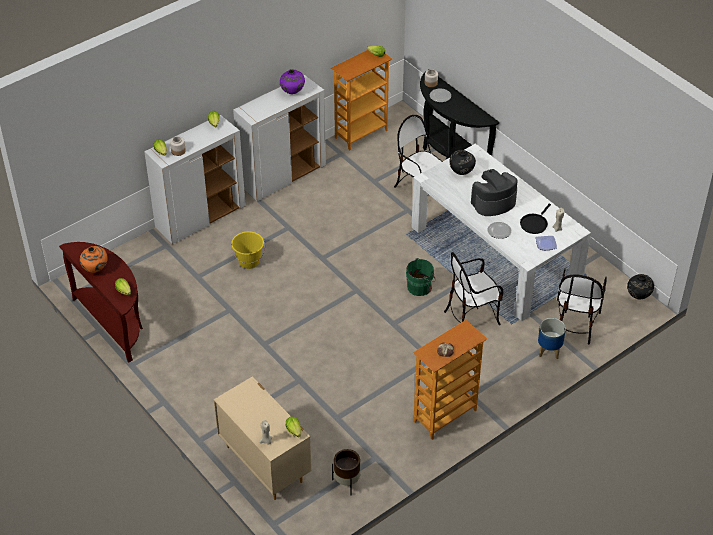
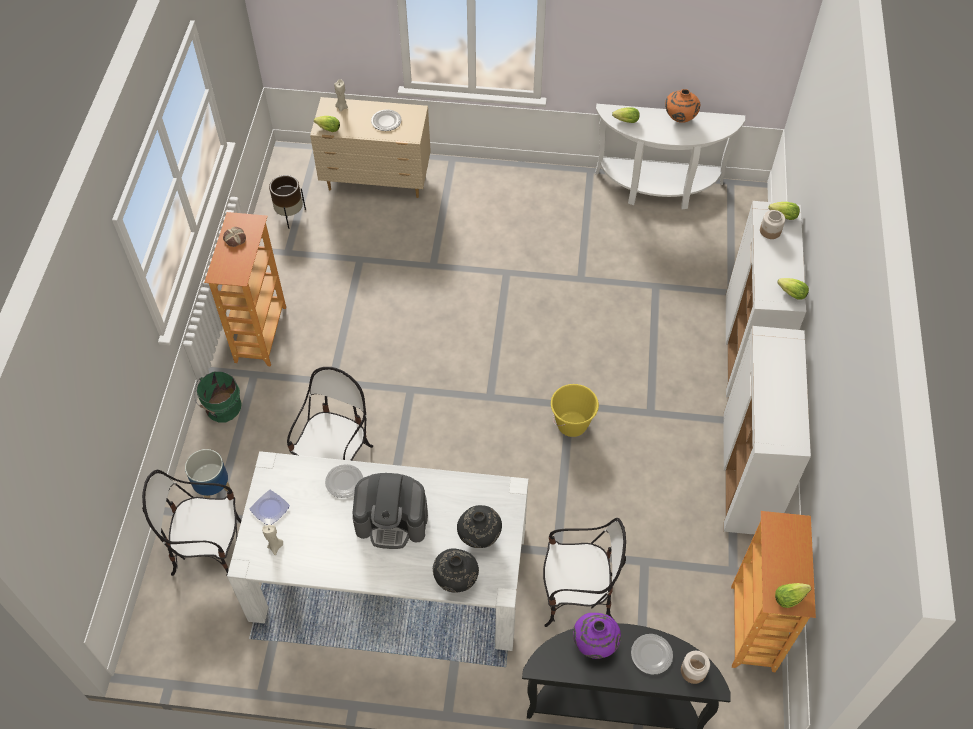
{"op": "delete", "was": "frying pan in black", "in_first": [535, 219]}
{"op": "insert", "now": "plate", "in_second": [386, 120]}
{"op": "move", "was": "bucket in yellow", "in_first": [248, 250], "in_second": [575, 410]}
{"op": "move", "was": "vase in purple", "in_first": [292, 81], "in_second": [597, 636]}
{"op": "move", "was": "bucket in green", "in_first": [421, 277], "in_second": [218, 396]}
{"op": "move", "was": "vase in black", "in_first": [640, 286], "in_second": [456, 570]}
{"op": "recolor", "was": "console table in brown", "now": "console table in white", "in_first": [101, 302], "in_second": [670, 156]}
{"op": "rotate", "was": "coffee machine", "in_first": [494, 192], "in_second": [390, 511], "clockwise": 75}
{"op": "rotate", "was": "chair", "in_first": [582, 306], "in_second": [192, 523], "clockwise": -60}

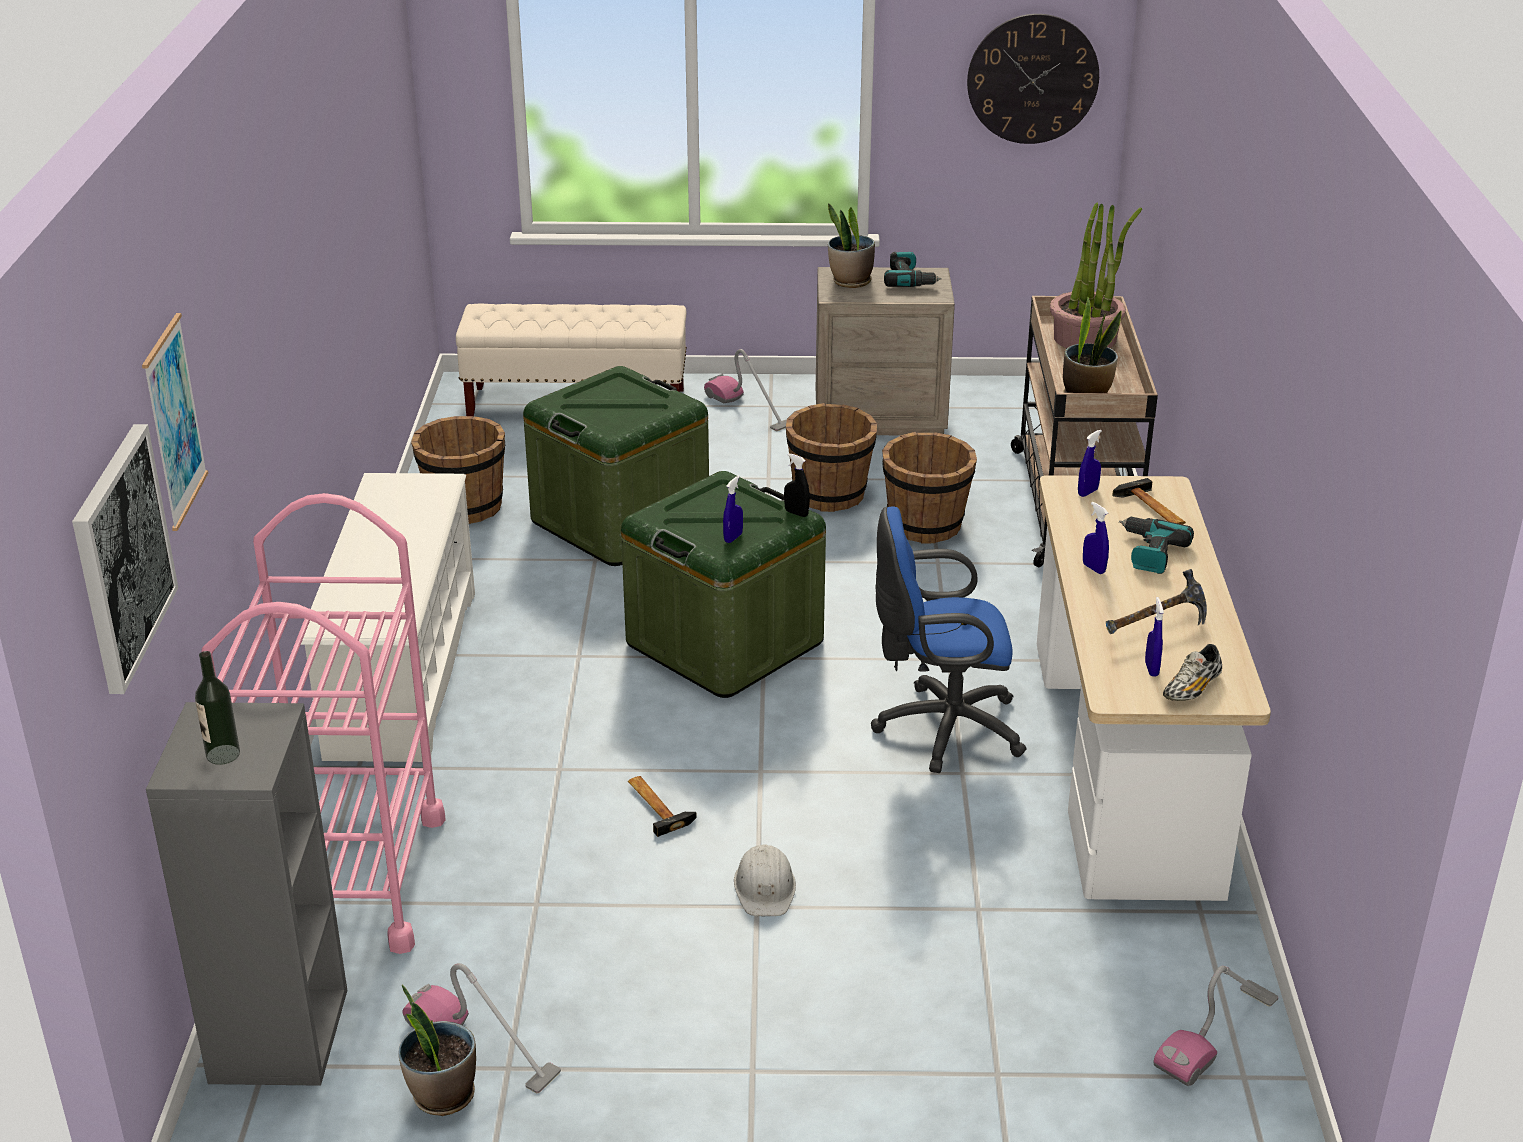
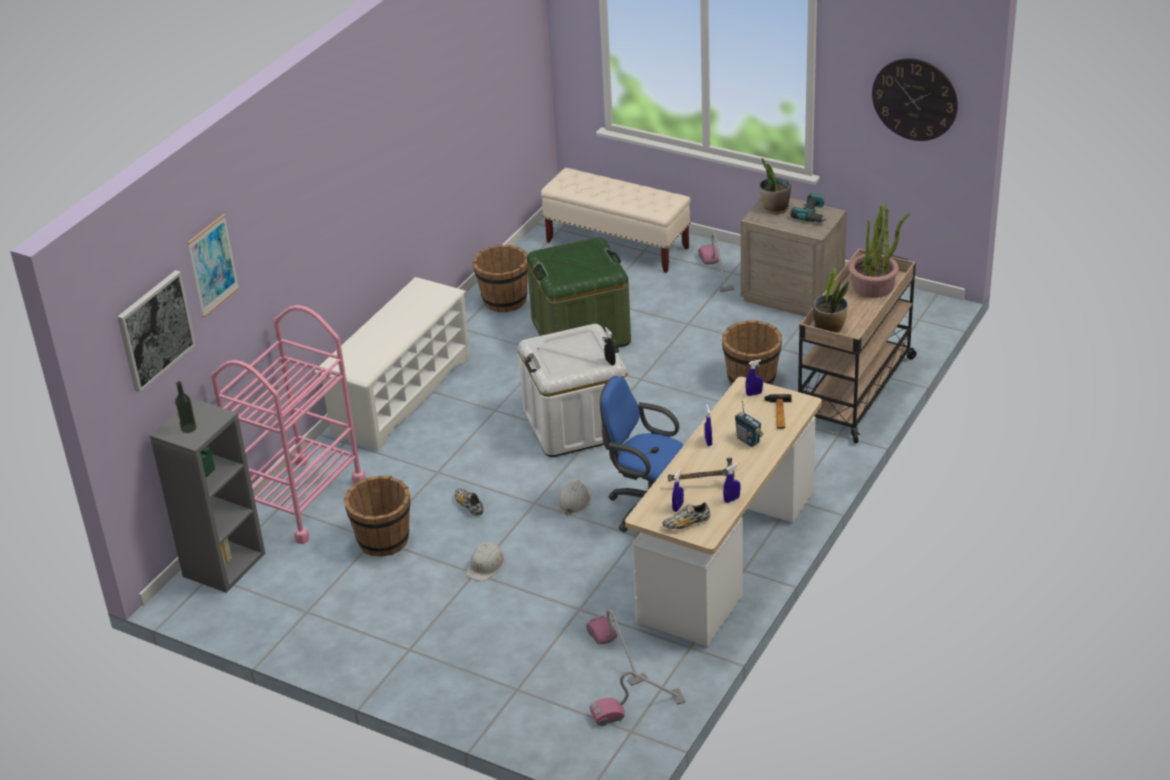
{"op": "delete", "was": "potted plant", "in_first": [437, 1050]}
{"op": "insert", "now": "hard hat in white", "in_second": [574, 498]}
{"op": "move", "was": "vacuum cleaner", "in_first": [482, 1028], "in_second": [617, 647]}
{"op": "move", "was": "spray bottle in blue", "in_first": [733, 509], "in_second": [731, 483]}
{"op": "move", "was": "bucket in brown", "in_first": [831, 457], "in_second": [377, 516]}
{"op": "replace", "was": "hammer", "now": "shoe", "in_first": [662, 806], "in_second": [469, 502]}
{"op": "replace", "was": "power drill", "now": "radio", "in_first": [1156, 545], "in_second": [749, 423]}
{"op": "recolor", "was": "storage box in green", "now": "storage box in white", "in_first": [723, 584], "in_second": [574, 390]}

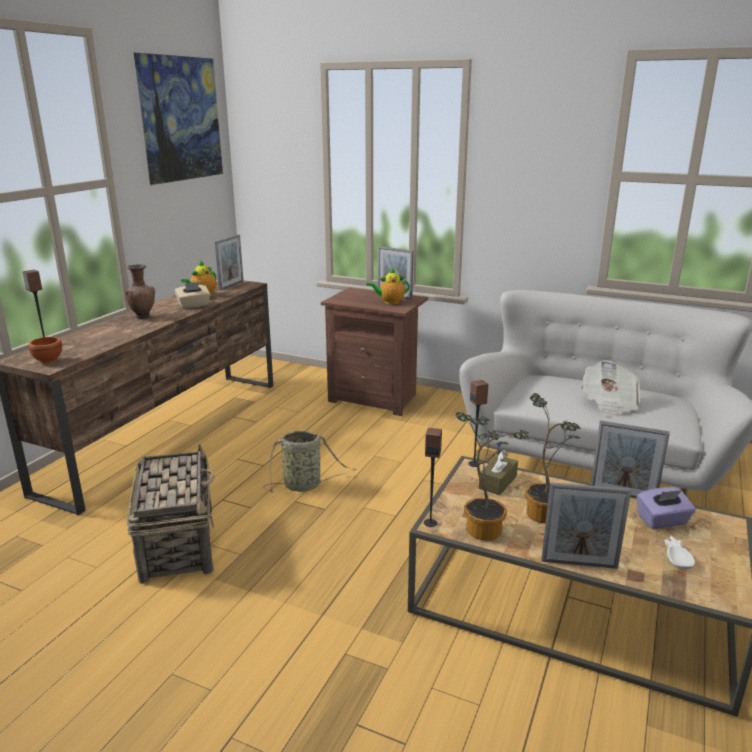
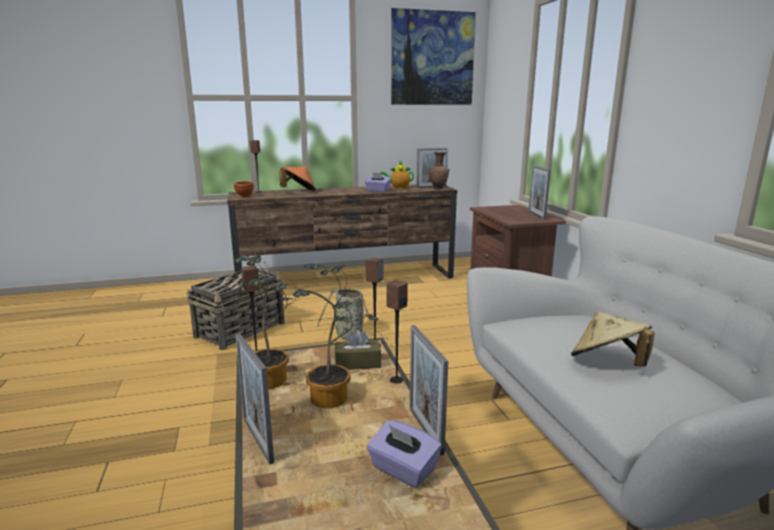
{"op": "delete", "was": "teapot", "in_first": [388, 286]}
{"op": "delete", "was": "bowl in white", "in_first": [679, 552]}
{"op": "insert", "now": "hat in orange", "in_second": [298, 178]}
{"op": "insert", "now": "speaker", "in_second": [397, 332]}
{"op": "move", "was": "vase in brown", "in_first": [140, 291], "in_second": [439, 171]}
{"op": "replace", "was": "newspaper", "now": "hat in beige", "in_first": [610, 388], "in_second": [613, 339]}
{"op": "recolor", "was": "tissue box in beige", "now": "tissue box in purple", "in_first": [192, 295], "in_second": [378, 182]}

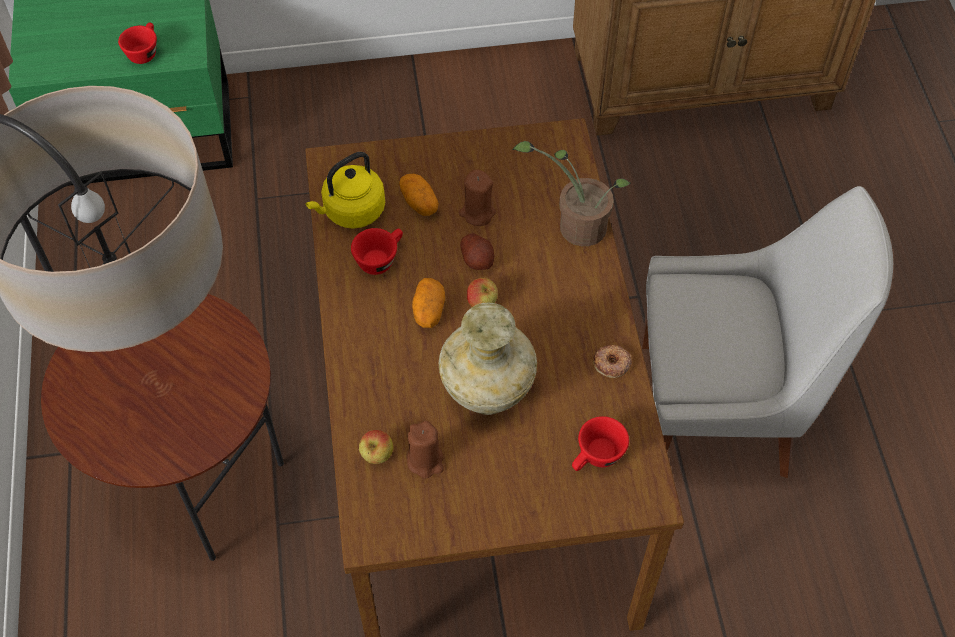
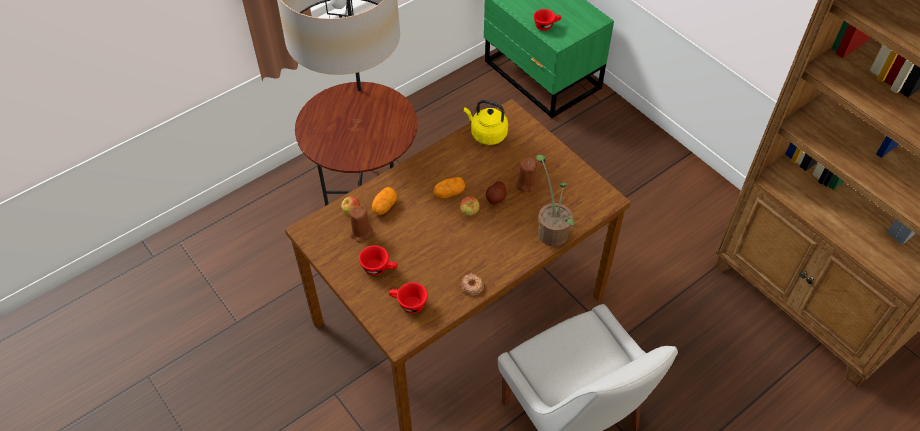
{"op": "delete", "was": "vase in beige", "in_first": [488, 359]}
{"op": "move", "was": "cup in red", "in_first": [377, 251], "in_second": [378, 260]}
{"op": "move", "was": "potato", "in_first": [419, 195], "in_second": [384, 201]}

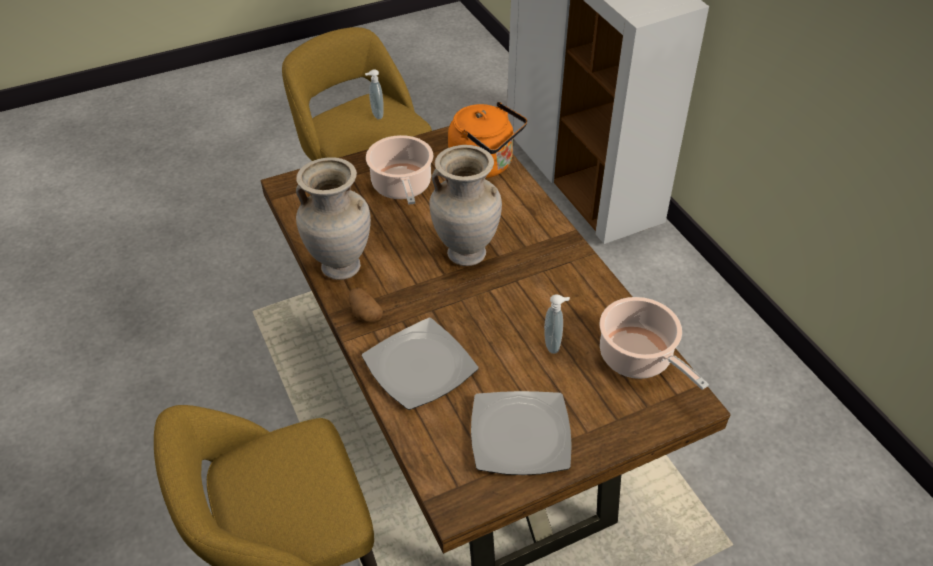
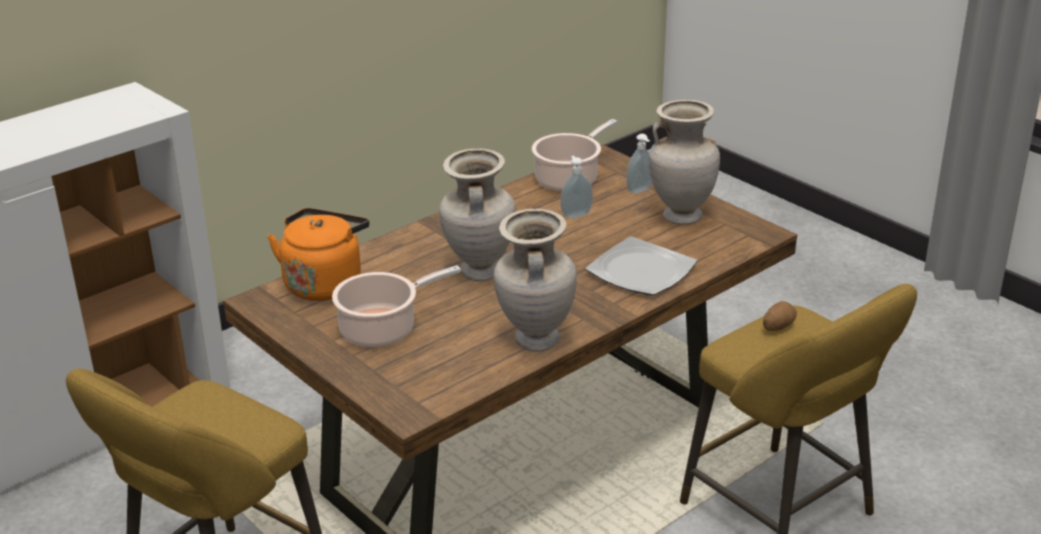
{"op": "move", "was": "potato", "in_first": [366, 305], "in_second": [780, 316]}
{"op": "move", "was": "soap dispenser", "in_first": [374, 94], "in_second": [639, 164]}
{"op": "replace", "was": "plate", "now": "vase in beige", "in_first": [521, 433], "in_second": [684, 162]}

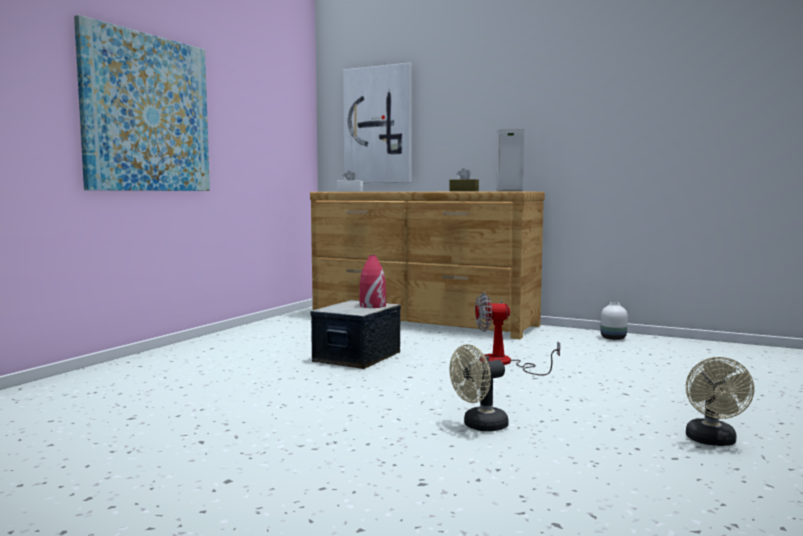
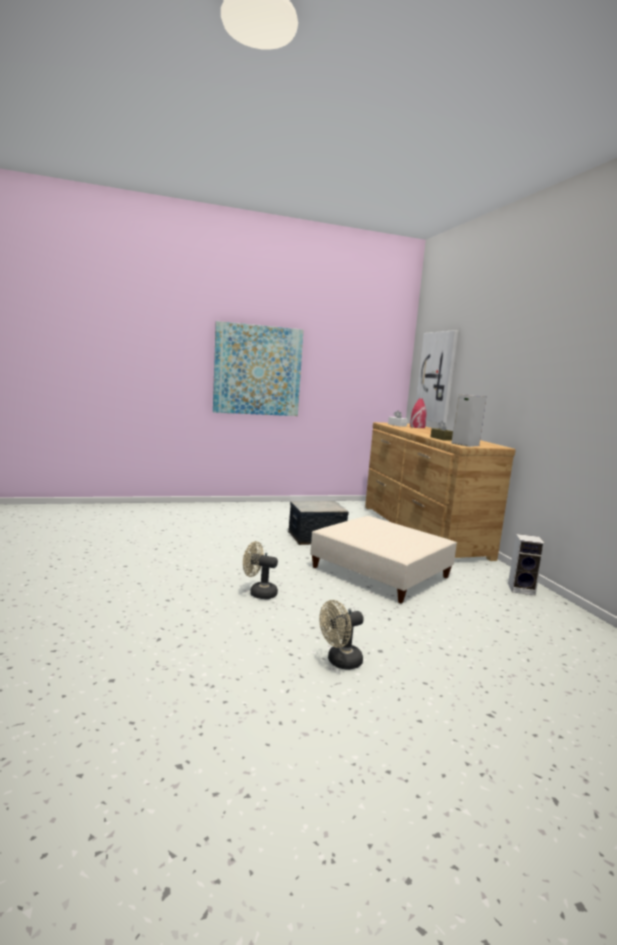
{"op": "move", "was": "vase in red", "in_first": [372, 281], "in_second": [418, 413]}
{"op": "replace", "was": "fan", "now": "ottoman in beige", "in_first": [517, 333], "in_second": [383, 559]}
{"op": "replace", "was": "vase in white", "now": "speaker", "in_first": [614, 321], "in_second": [526, 565]}

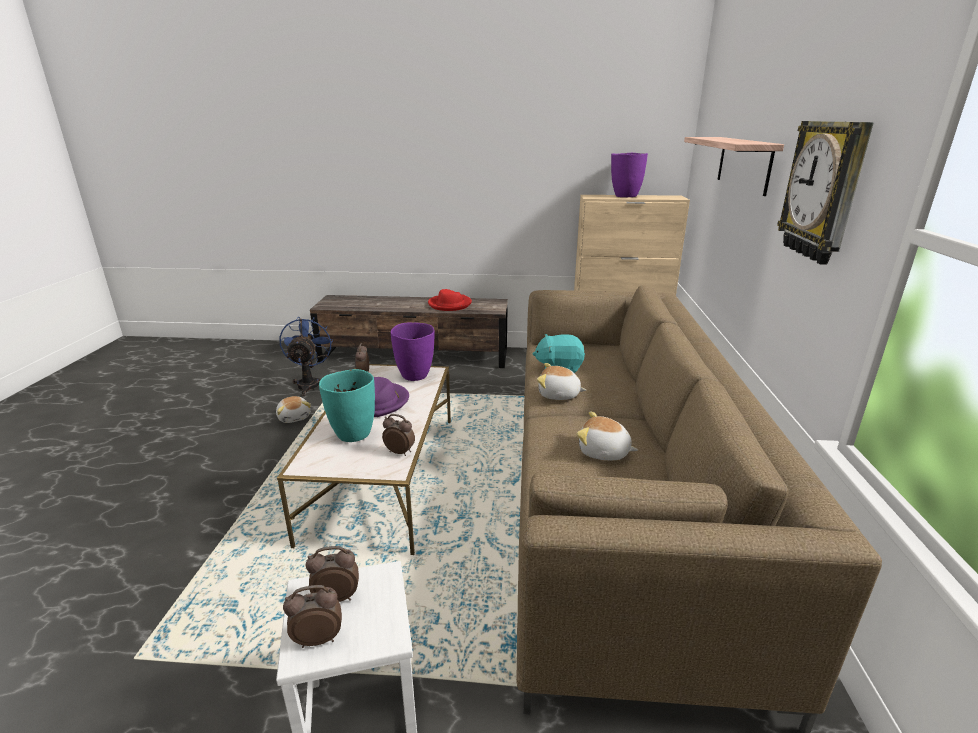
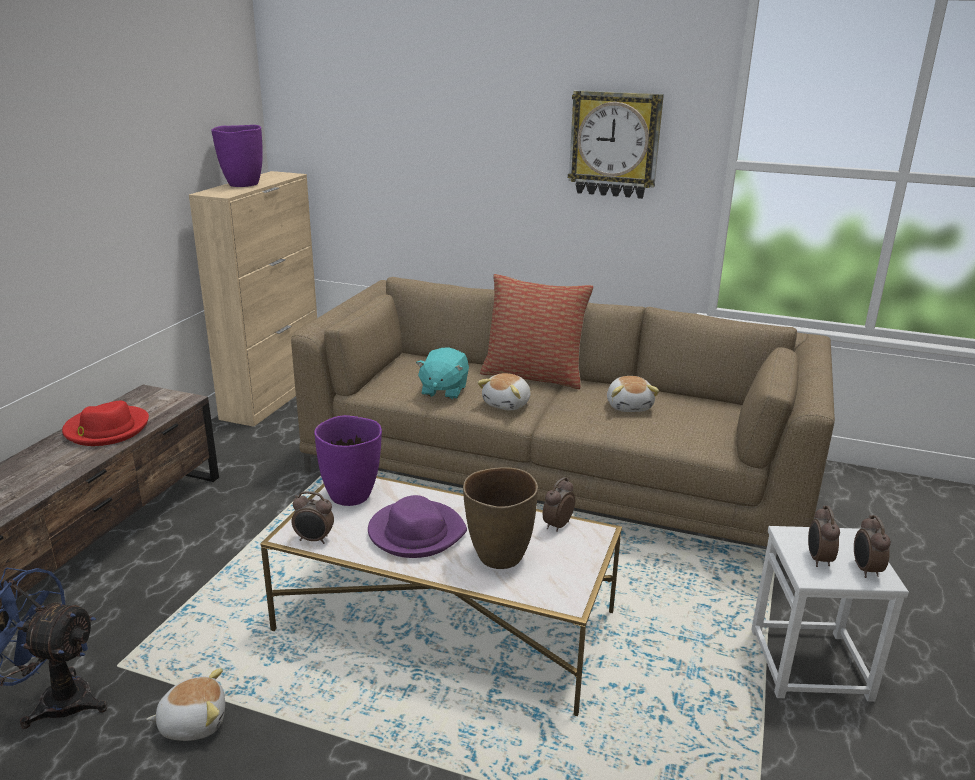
{"op": "delete", "was": "shelf", "in_first": [734, 166]}
{"op": "insert", "now": "pillow", "in_second": [536, 331]}
{"op": "recolor", "was": "vase in turquoise", "now": "vase in brown", "in_first": [347, 405], "in_second": [500, 518]}
{"op": "rotate", "was": "plush toy", "in_first": [607, 435], "in_second": [633, 394], "clockwise": -45}

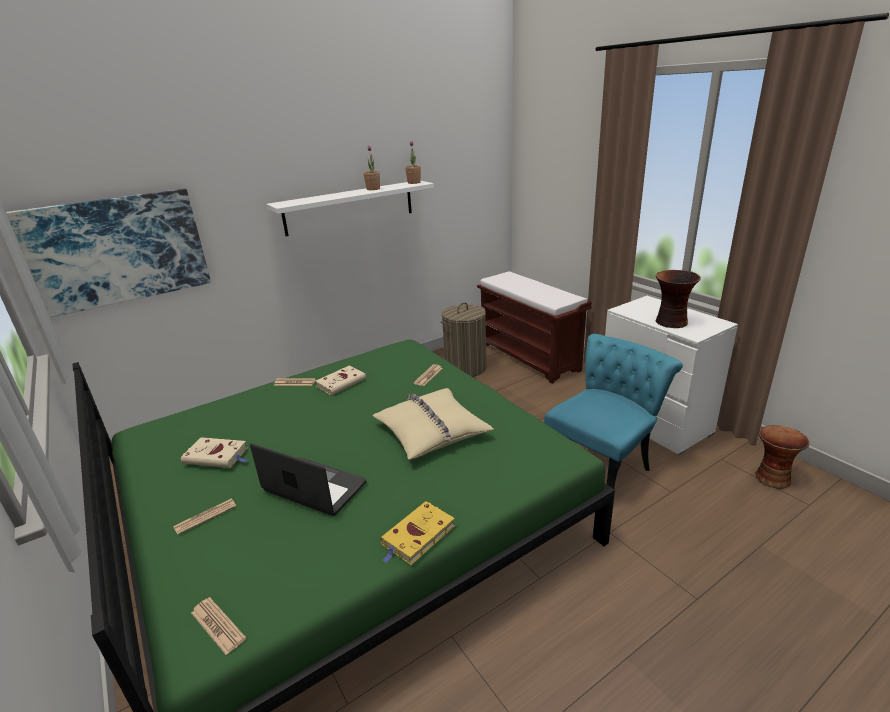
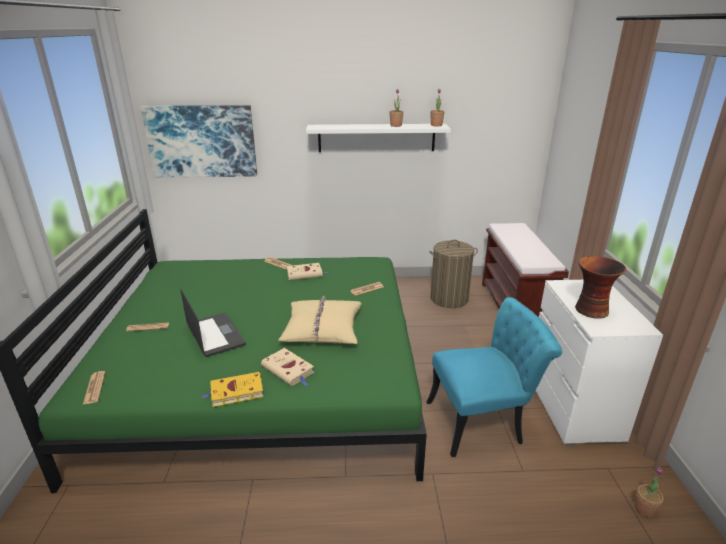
{"op": "move", "was": "book in beige", "in_first": [214, 452], "in_second": [287, 367]}
{"op": "replace", "was": "vase", "now": "potted plant", "in_first": [782, 457], "in_second": [649, 492]}

